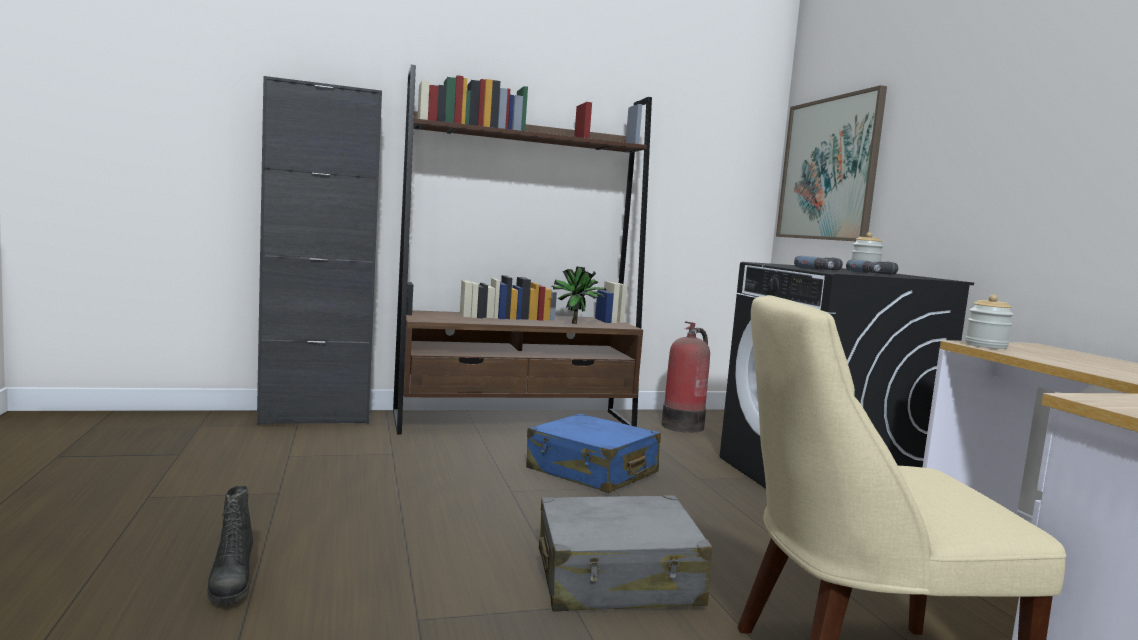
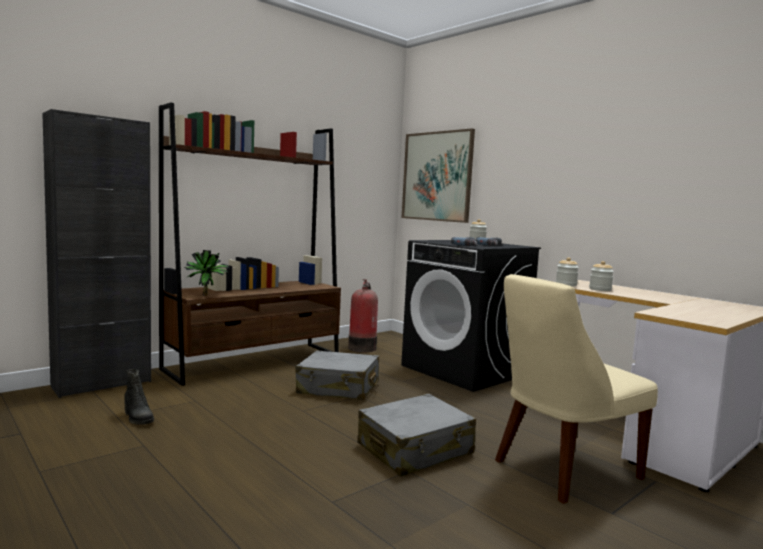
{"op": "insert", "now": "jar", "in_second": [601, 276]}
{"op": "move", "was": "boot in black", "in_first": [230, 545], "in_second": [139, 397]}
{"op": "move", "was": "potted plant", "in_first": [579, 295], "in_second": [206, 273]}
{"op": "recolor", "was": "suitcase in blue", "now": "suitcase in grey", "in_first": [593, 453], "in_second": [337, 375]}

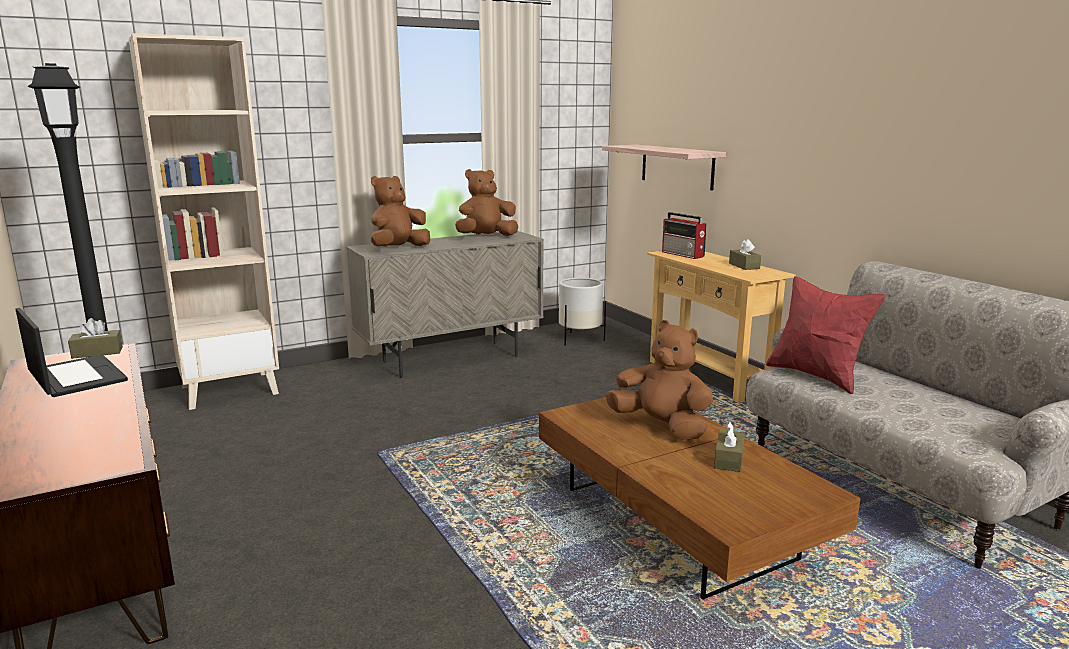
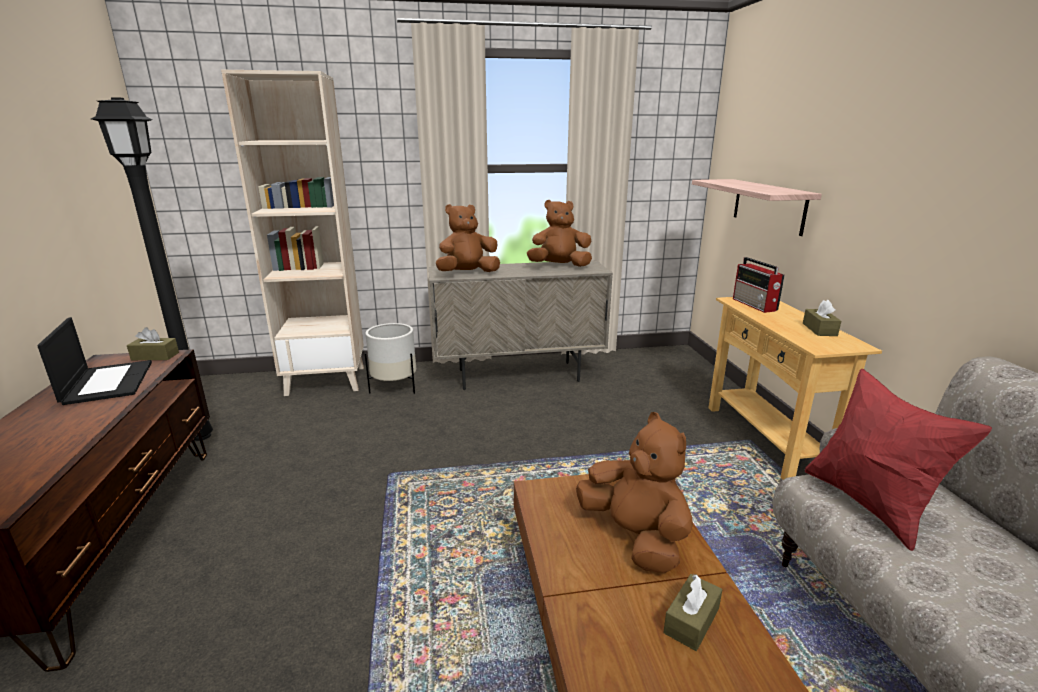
{"op": "move", "was": "planter in white", "in_first": [582, 311], "in_second": [390, 358]}

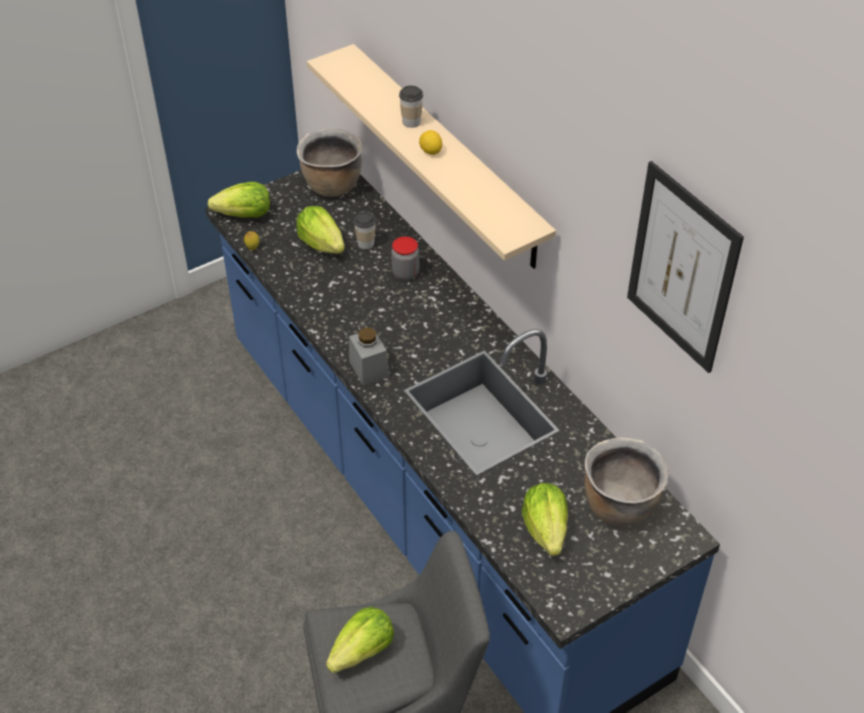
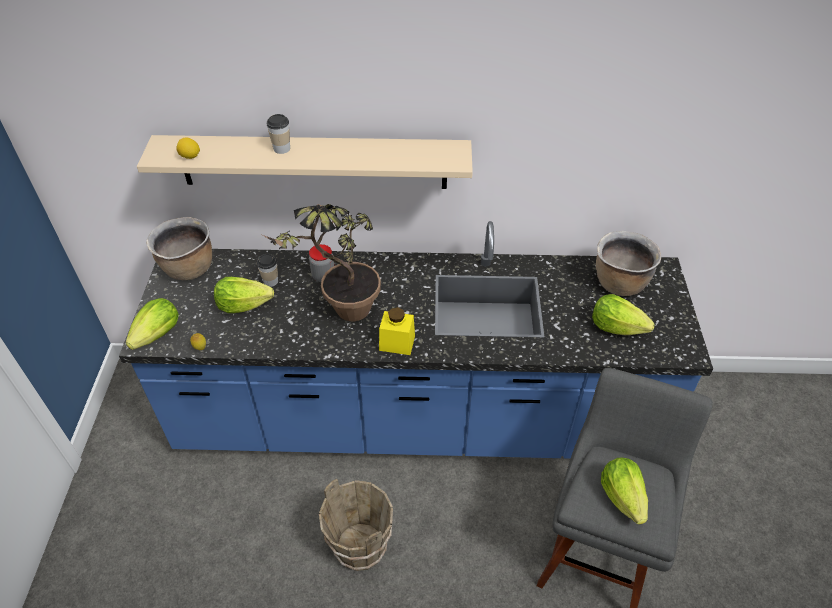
{"op": "delete", "was": "picture", "in_first": [685, 267]}
{"op": "insert", "now": "potted plant", "in_second": [322, 262]}
{"op": "insert", "now": "bucket in brown", "in_second": [356, 525]}
{"op": "move", "was": "lemon", "in_first": [430, 142], "in_second": [188, 148]}
{"op": "recolor", "was": "jar in grey", "now": "jar in yellow", "in_first": [369, 356], "in_second": [397, 331]}

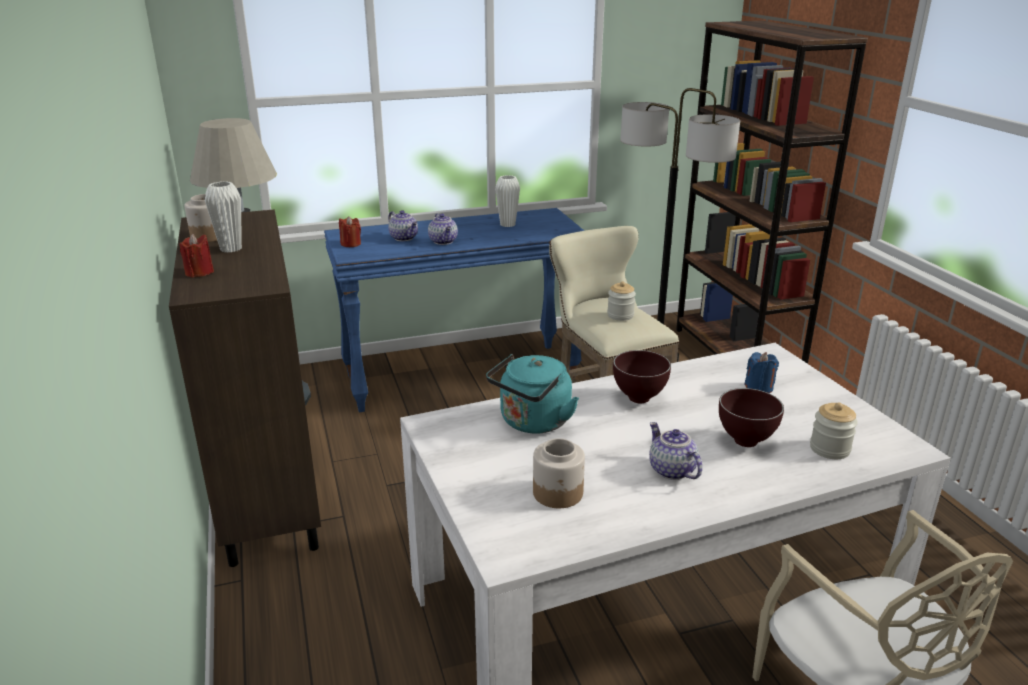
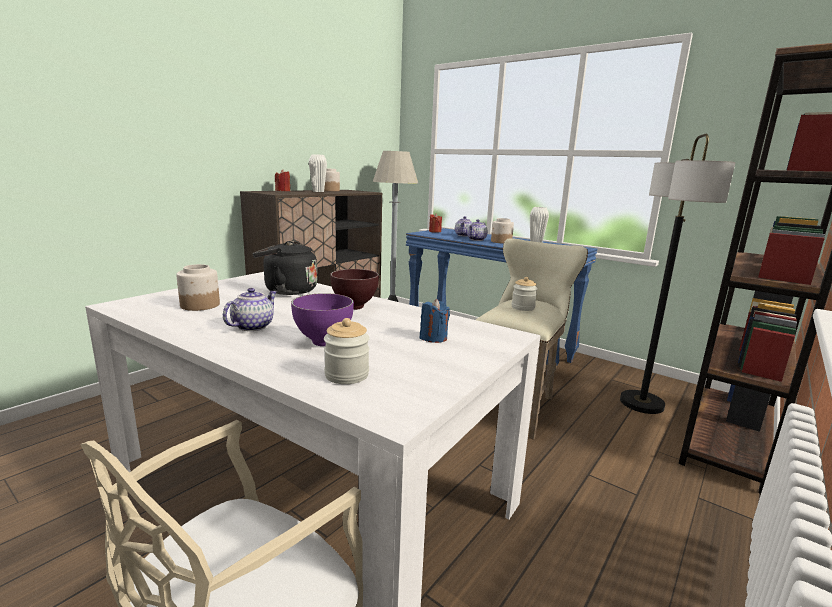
{"op": "insert", "now": "jar", "in_second": [502, 231]}
{"op": "recolor", "was": "kettle in turquoise", "now": "kettle in black", "in_first": [532, 394], "in_second": [285, 268]}
{"op": "recolor", "was": "bowl in brown", "now": "bowl in purple", "in_first": [751, 417], "in_second": [322, 319]}

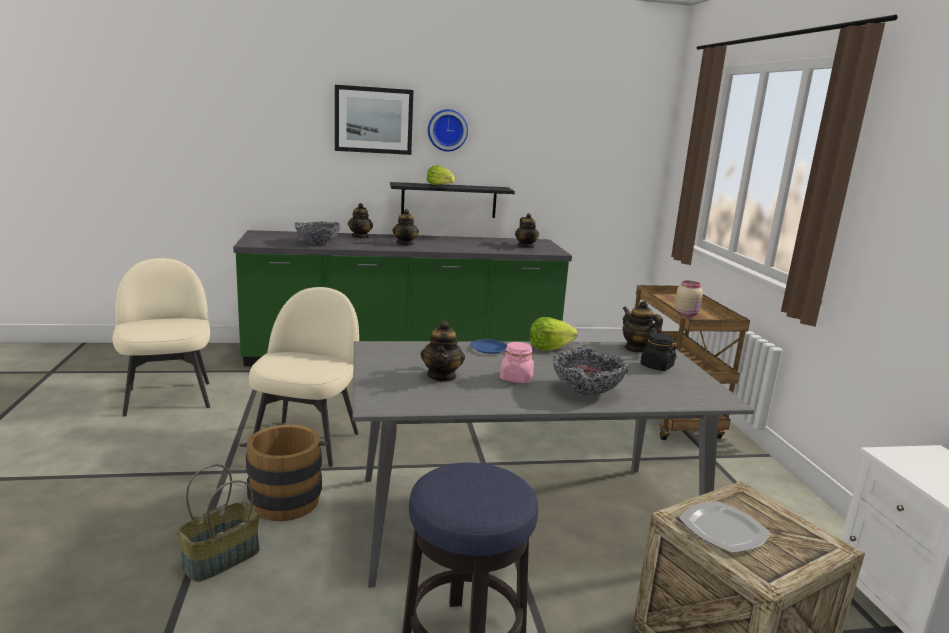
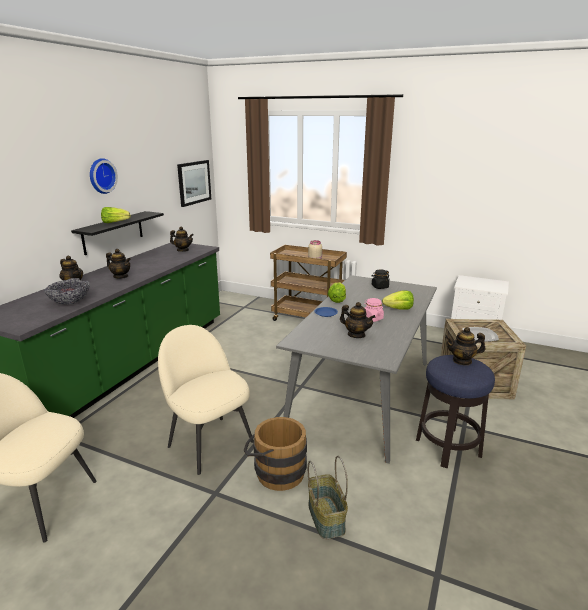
{"op": "move", "was": "picture", "in_first": [374, 120], "in_second": [194, 183]}
{"op": "move", "was": "teapot", "in_first": [642, 327], "in_second": [465, 346]}
{"op": "replace", "was": "bowl", "now": "lettuce", "in_first": [590, 371], "in_second": [398, 300]}

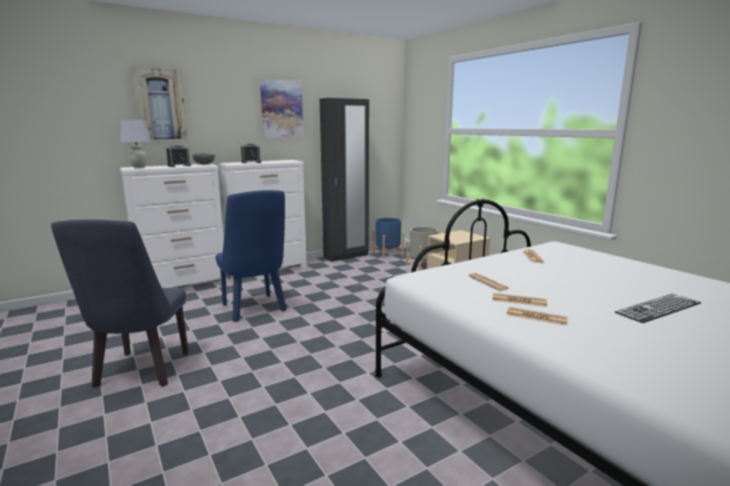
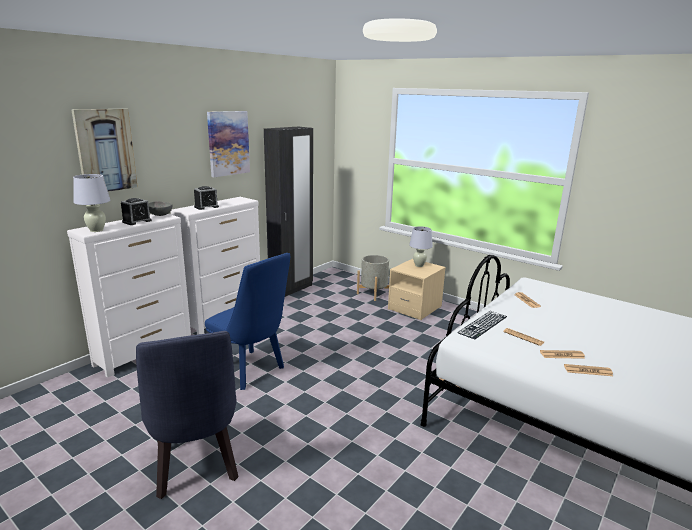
{"op": "delete", "was": "planter in blue", "in_first": [388, 238]}
{"op": "insert", "now": "table lamp in white", "in_second": [421, 246]}
{"op": "move", "was": "keyboard", "in_first": [658, 308], "in_second": [482, 325]}

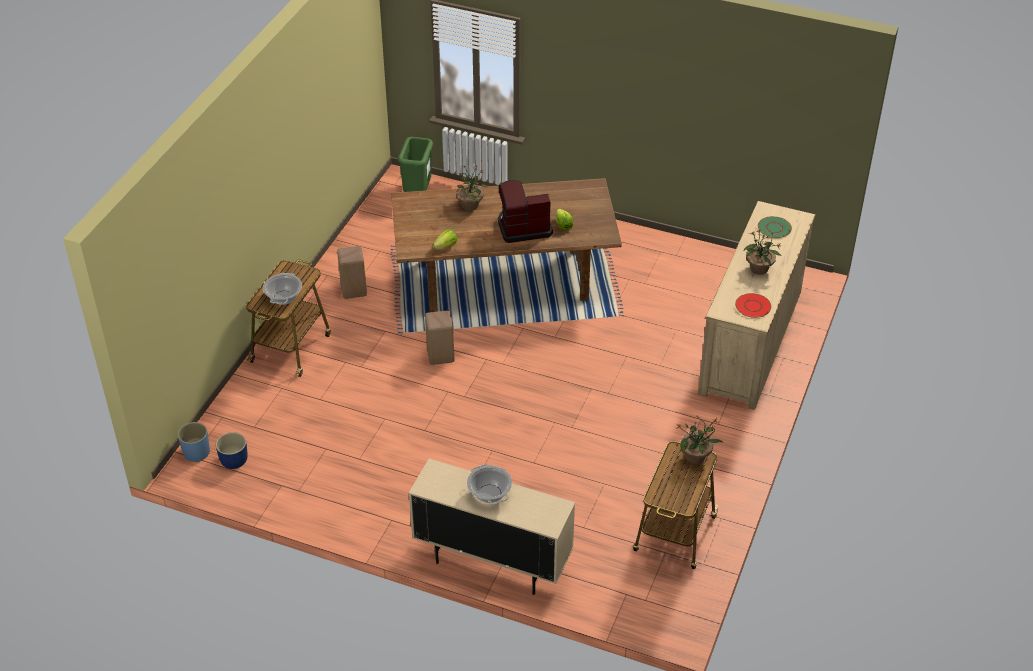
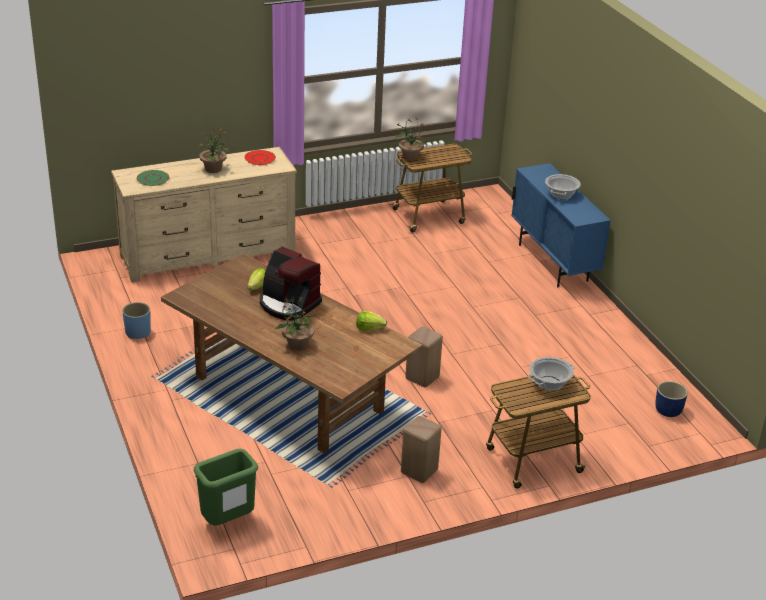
{"op": "move", "was": "planter in blue", "in_first": [194, 442], "in_second": [136, 320]}
{"op": "recolor", "was": "cabinet in beige", "now": "cabinet in blue", "in_first": [492, 526], "in_second": [561, 225]}

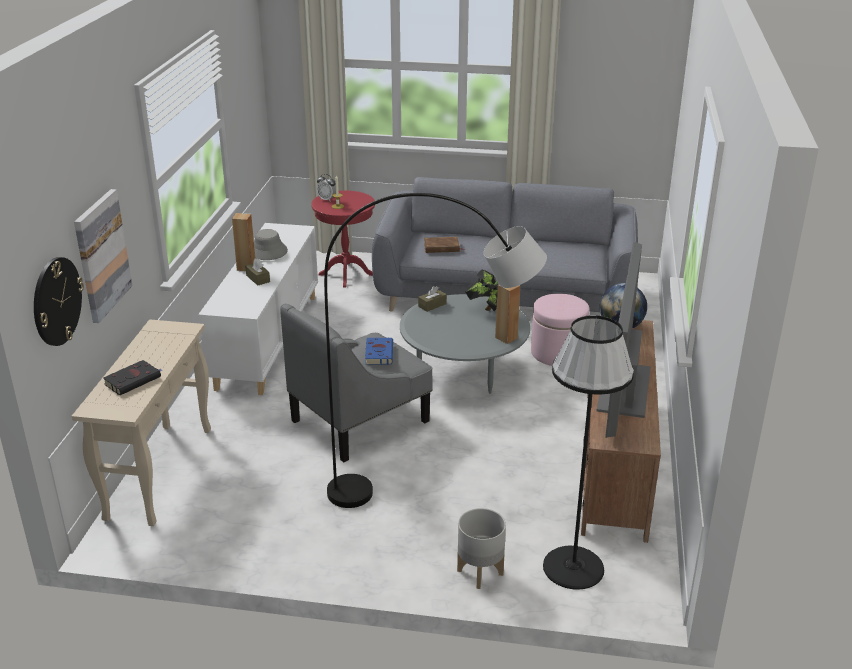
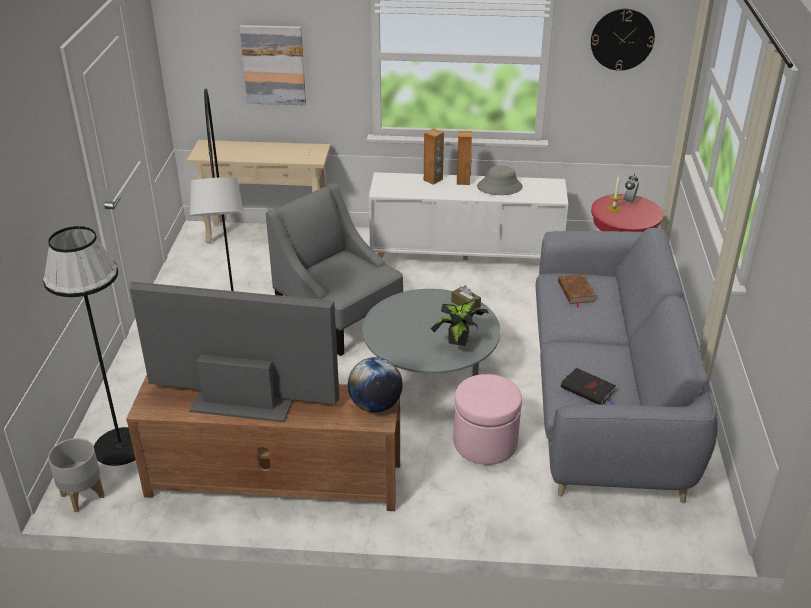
{"op": "delete", "was": "tissue box in brown", "in_first": [257, 272]}
{"op": "delete", "was": "book in blue", "in_first": [379, 351]}
{"op": "move", "was": "wall clock", "in_first": [59, 301], "in_second": [623, 40]}
{"op": "move", "was": "book in black", "in_first": [132, 377], "in_second": [588, 386]}
{"op": "move", "was": "planter in grey", "in_first": [481, 548], "in_second": [76, 475]}
{"op": "move", "was": "speaker in brown", "in_first": [507, 314], "in_second": [434, 156]}

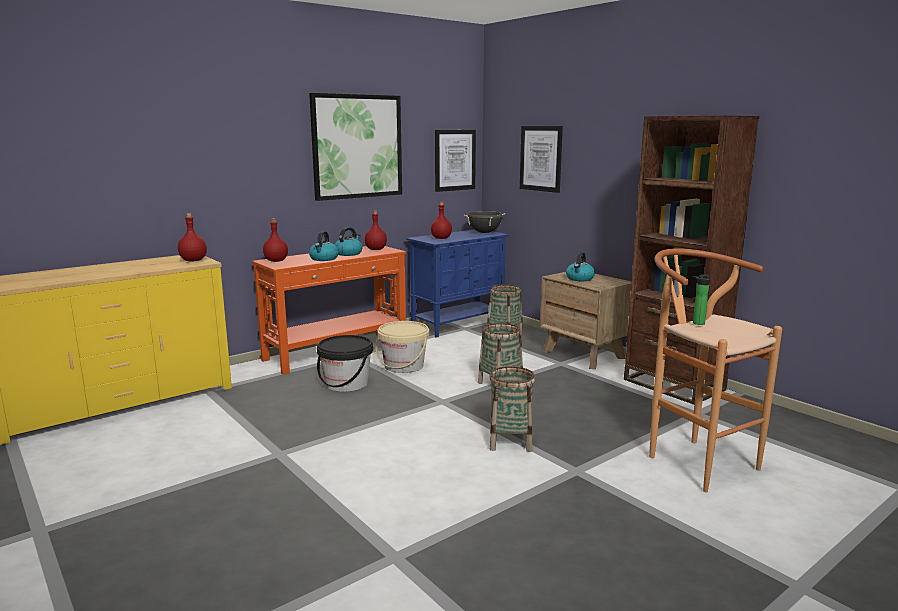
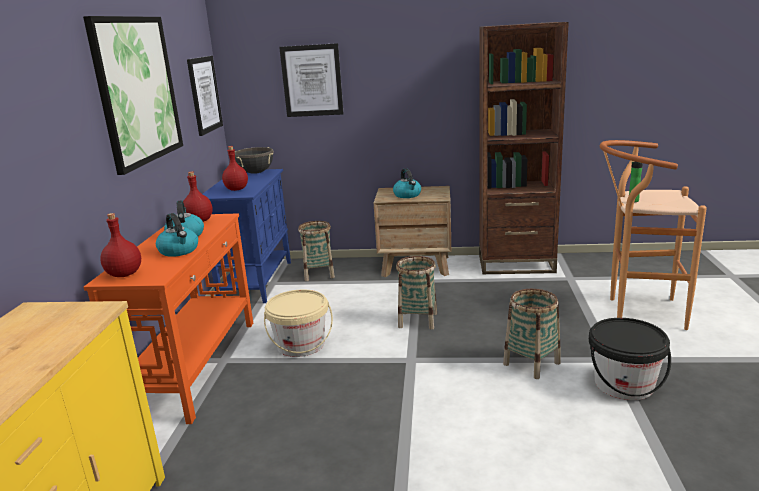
{"op": "delete", "was": "bottle in red", "in_first": [192, 237]}
{"op": "move", "was": "bucket in black", "in_first": [345, 363], "in_second": [630, 359]}

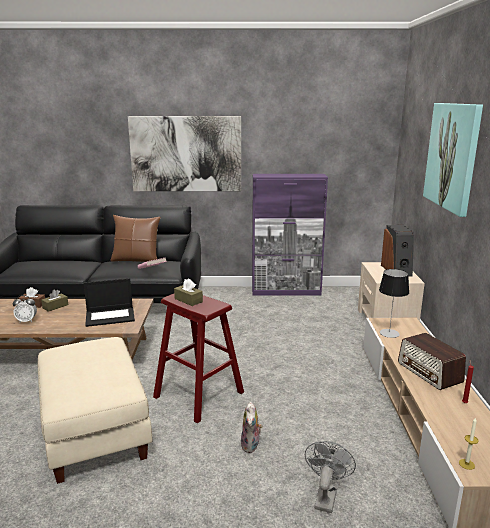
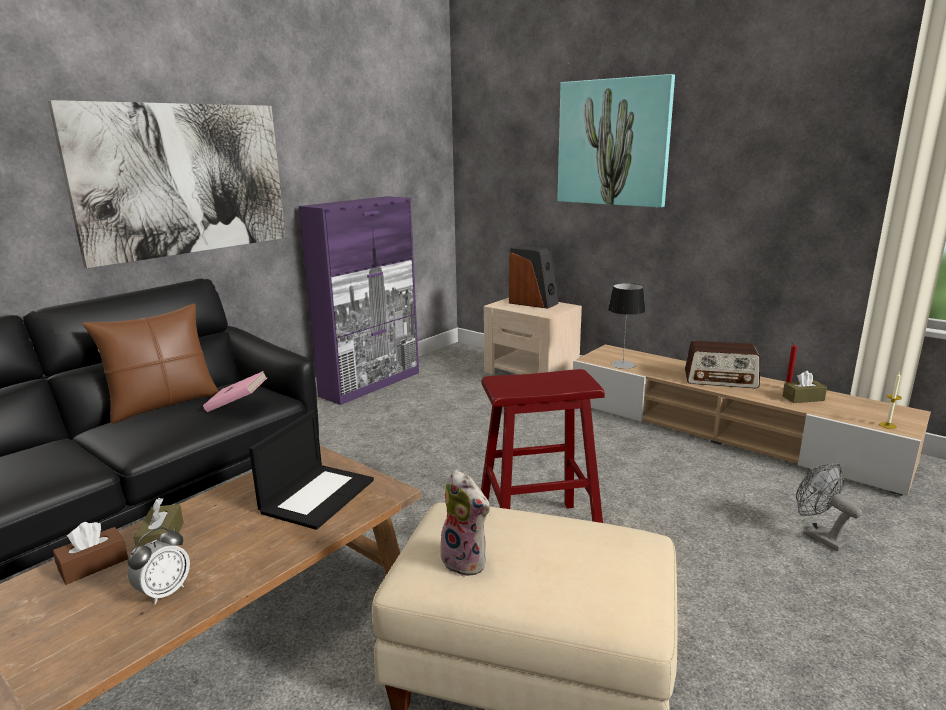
{"op": "move", "was": "tissue box in brown", "in_first": [188, 292], "in_second": [805, 387]}
{"op": "move", "was": "plush toy", "in_first": [252, 427], "in_second": [464, 523]}

